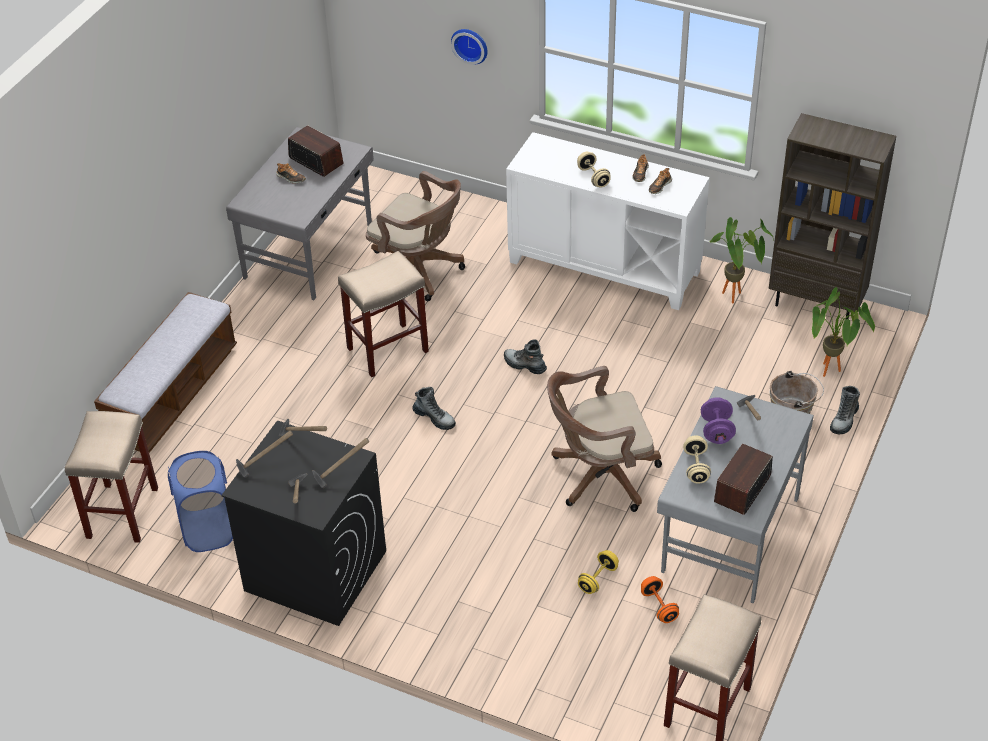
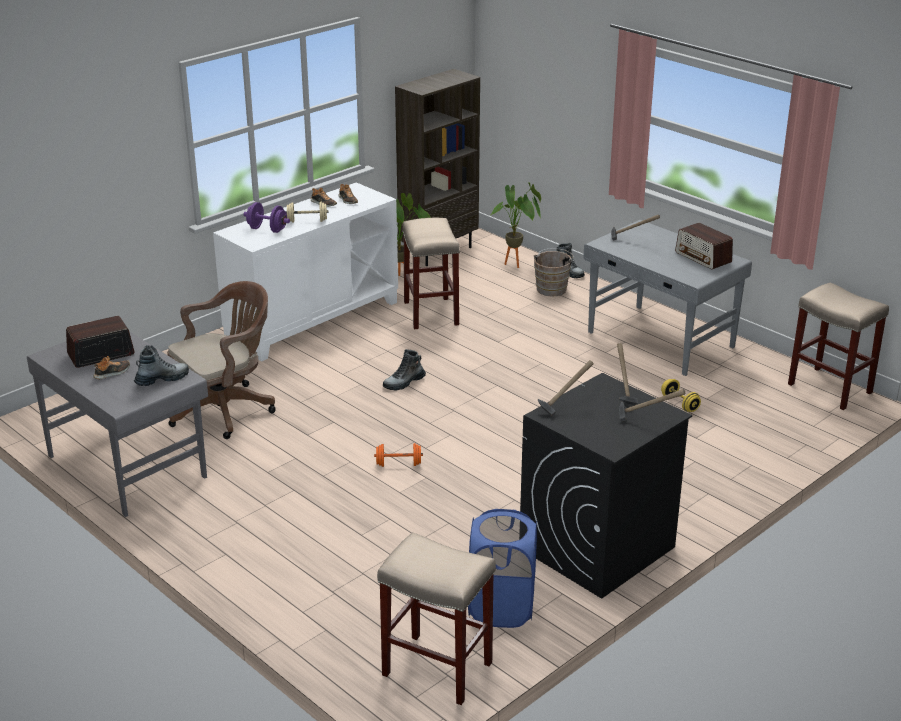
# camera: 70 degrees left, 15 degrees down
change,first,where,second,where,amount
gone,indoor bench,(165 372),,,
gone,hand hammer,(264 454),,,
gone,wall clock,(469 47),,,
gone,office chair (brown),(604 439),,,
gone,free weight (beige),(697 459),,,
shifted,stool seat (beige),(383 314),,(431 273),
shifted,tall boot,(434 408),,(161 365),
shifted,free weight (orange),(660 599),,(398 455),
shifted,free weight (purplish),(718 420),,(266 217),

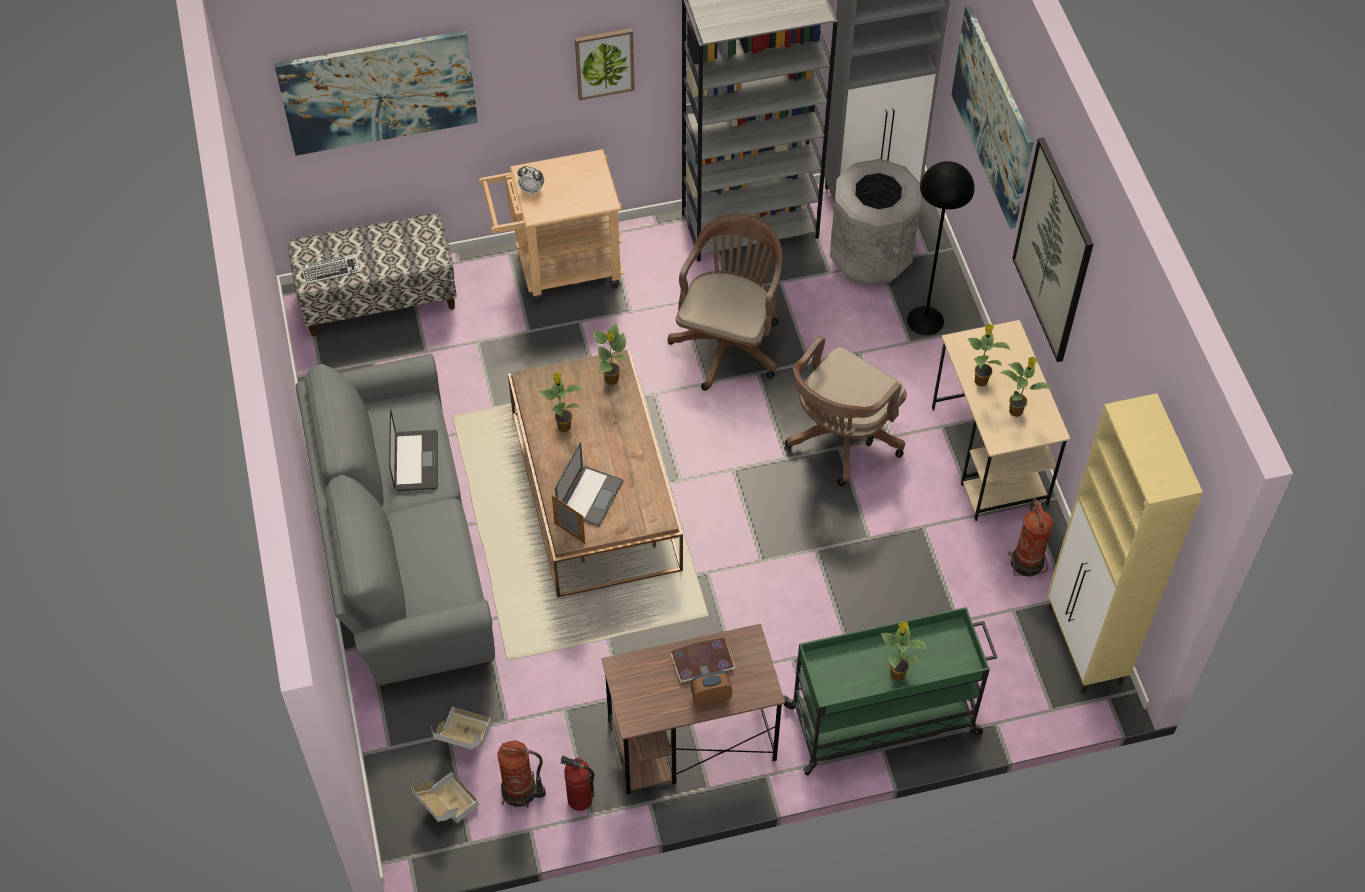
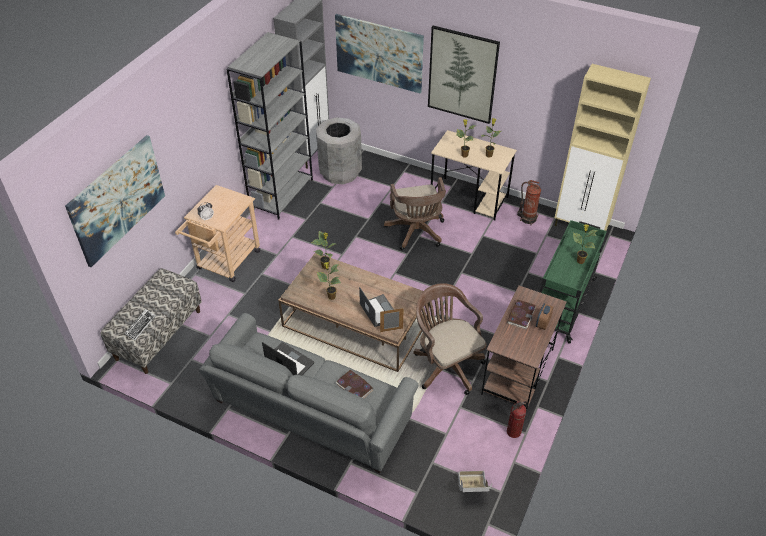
# camera: 50 degrees left, 10 degrees down
change,first,where,second,where,amount
gone,carton,(461 728),,,
gone,extinguisher,(521 774),,,
gone,wall picture,(605 64),,,
gone,floor lamp (blackish),(941 248),,,
new,,,bound book,(354 384),
shifted,office chair (brown),(724 302),,(450 339),

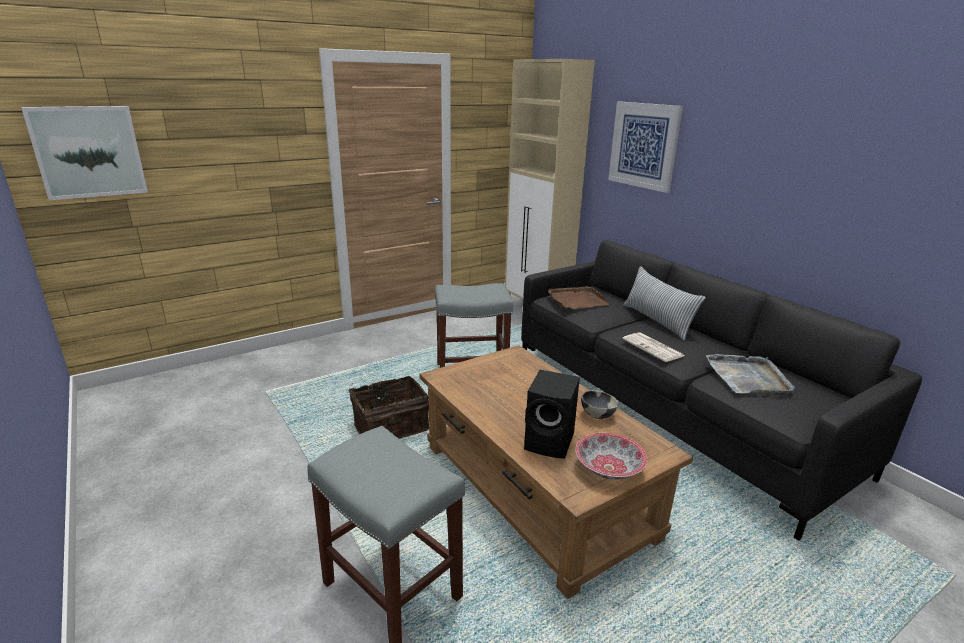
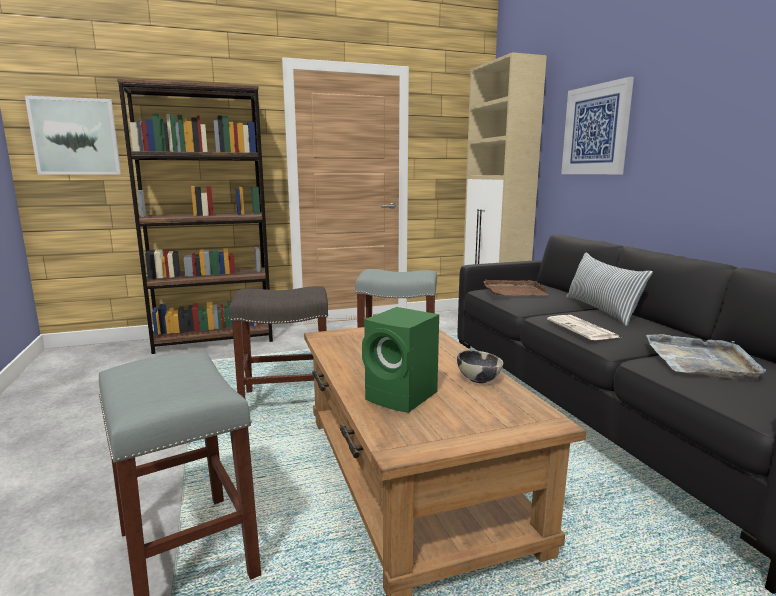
# camera: 15 degrees right, 10 degrees down
change,first,where,second,where,amount
gone,bowl,(611 456),,,
new,,,shelving unit (brown),(195 216),
swapped,storage basket,(389 407),stool seat (grey),(278 342),
repainted,audio speaker (blackish),(552 414),audio speaker (greenish),(400 360),

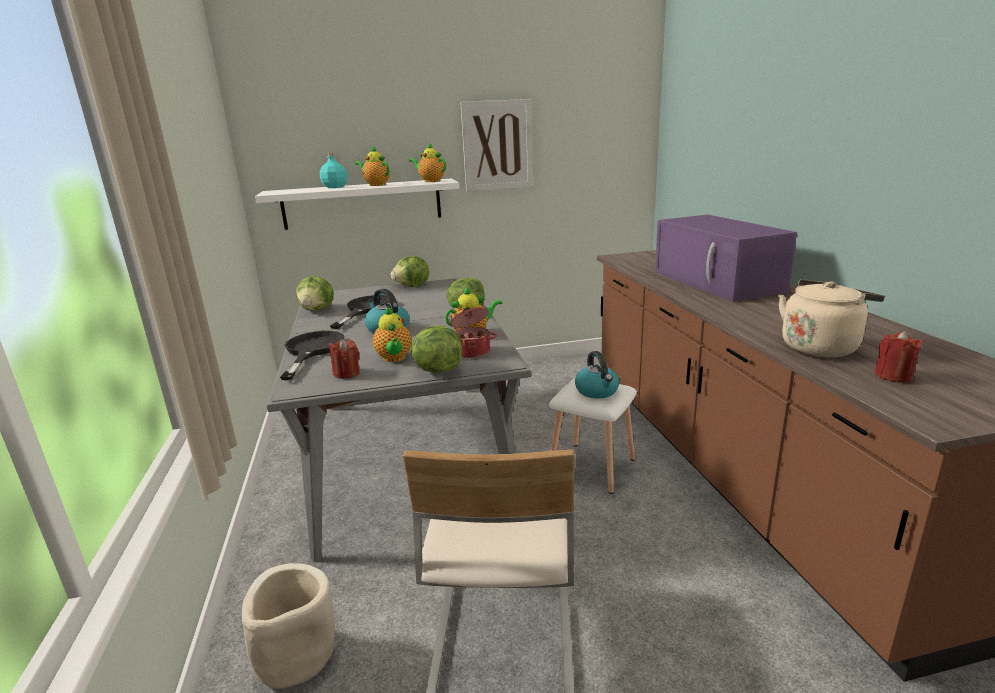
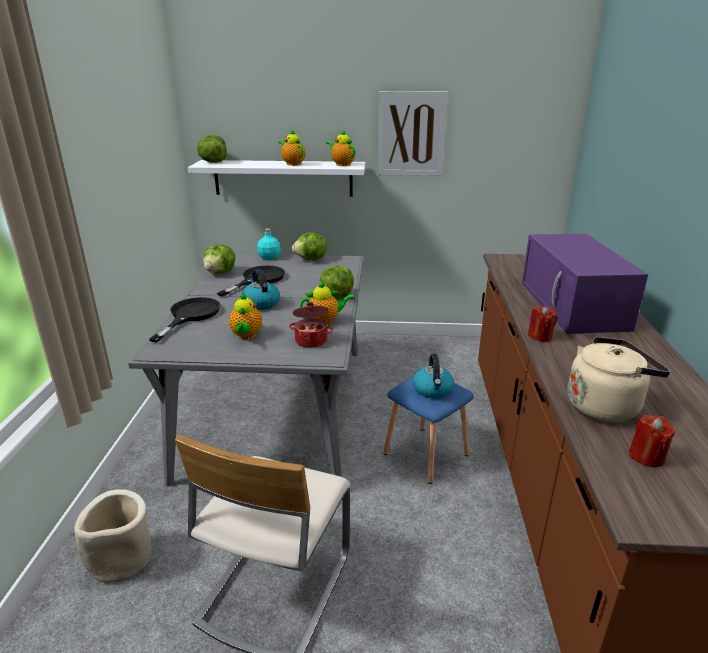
# camera: 15 degrees right, 5 degrees up
change,first,where,second,where,amount
shifted,drink bottle (turquoise),(334 170),,(269 244),
shifted,wax light (red-coloured),(344 359),,(542 323),
shifted,head of lettuce,(436 349),,(212 149),
repainted,stool seat (white-coloured),(593 436),stool seat (blue-coloured),(428 430),

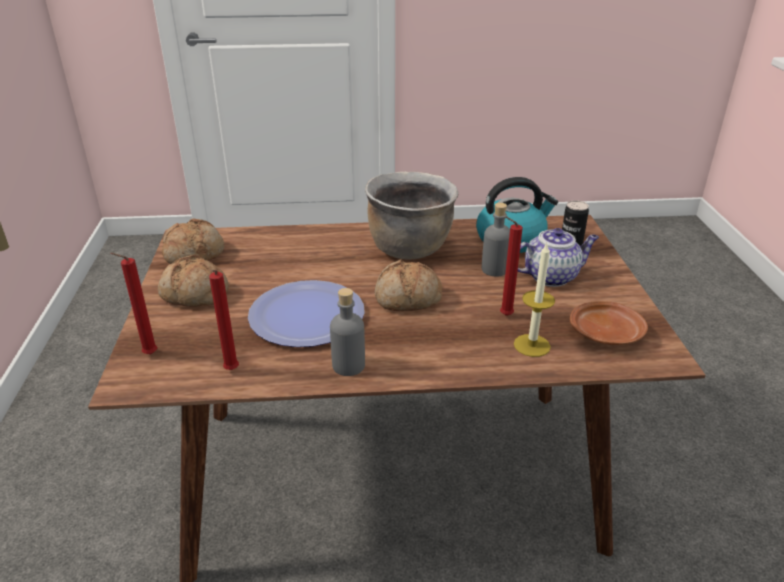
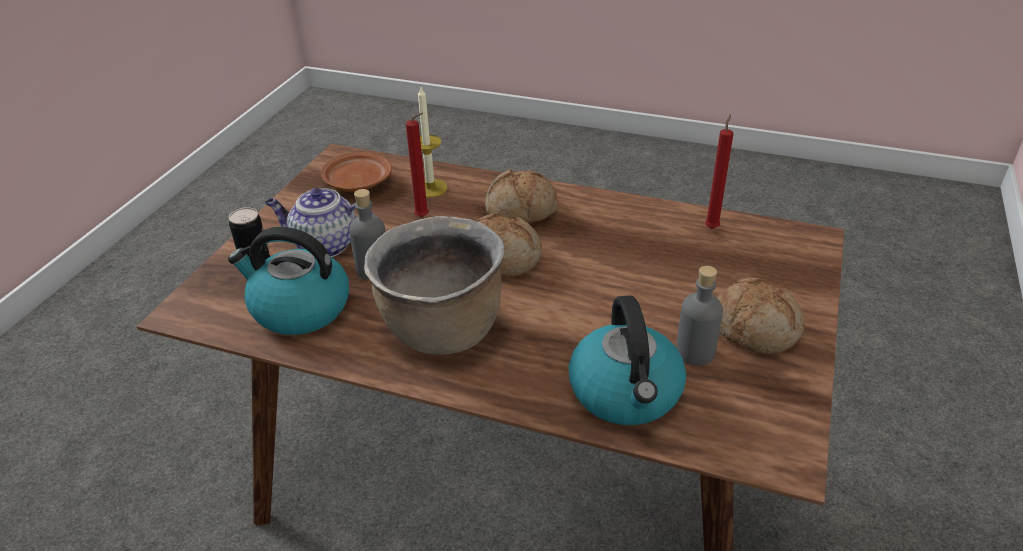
# camera: 155 degrees left, 5 degrees up
change,first,where,second,where,amount
gone,wax light (red-coloured),(133 303),,,
gone,dinner plate,(306 313),,,
new,,,tea kettle,(627 360),
shifted,bread,(193 241),,(521 196),
shifted,drink bottle (grey),(347 332),,(699 316),

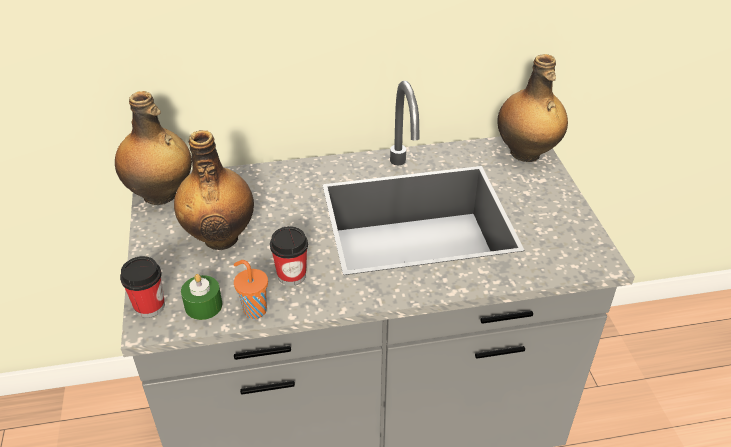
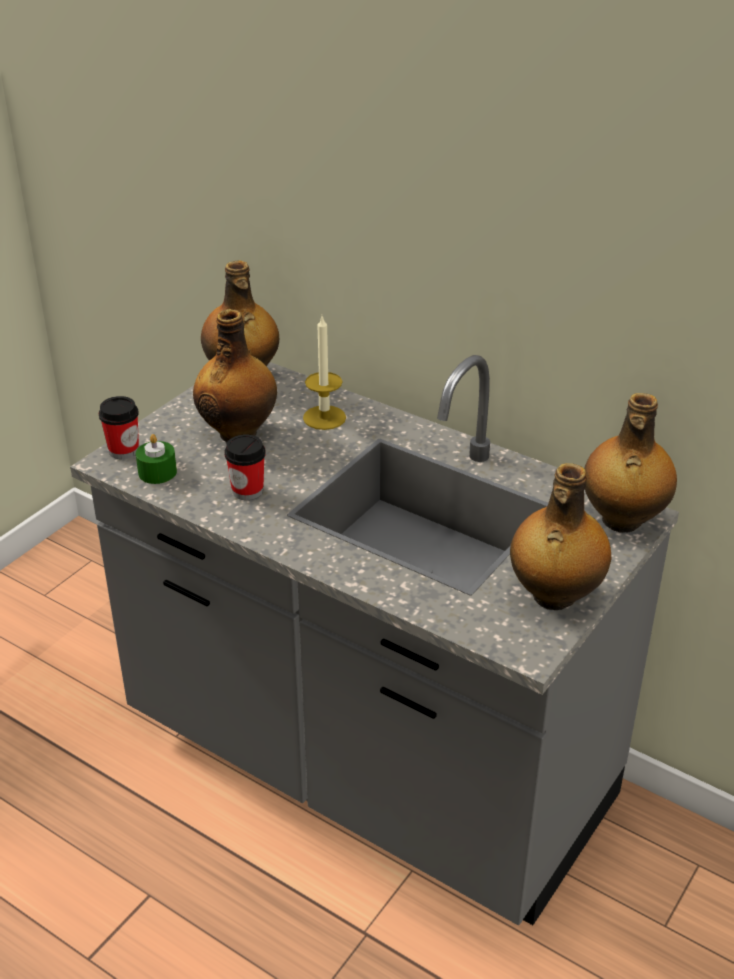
# camera: 45 degrees right, 5 degrees down
change,first,where,second,where,amount
gone,cup (orange),(251 289),,,
new,,,wax light,(324 373),
new,,,drink bottle,(560 536),

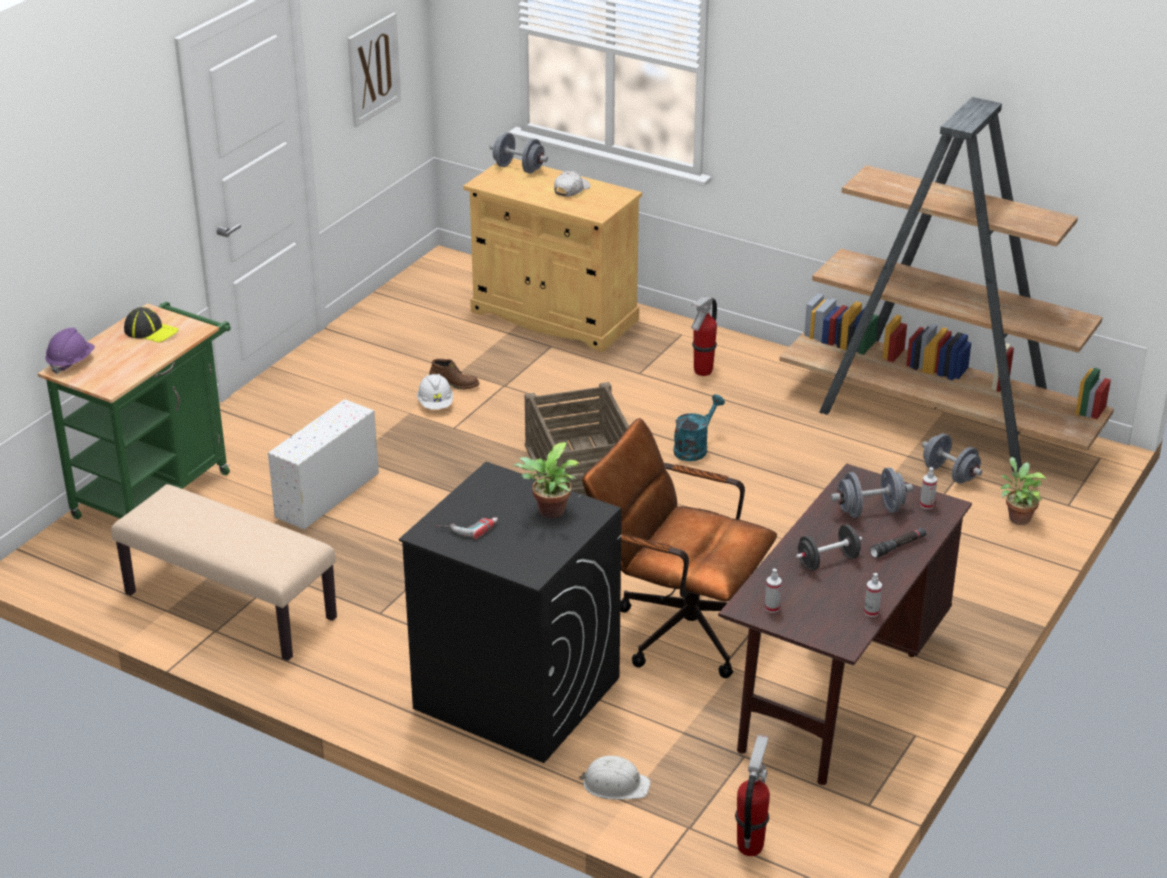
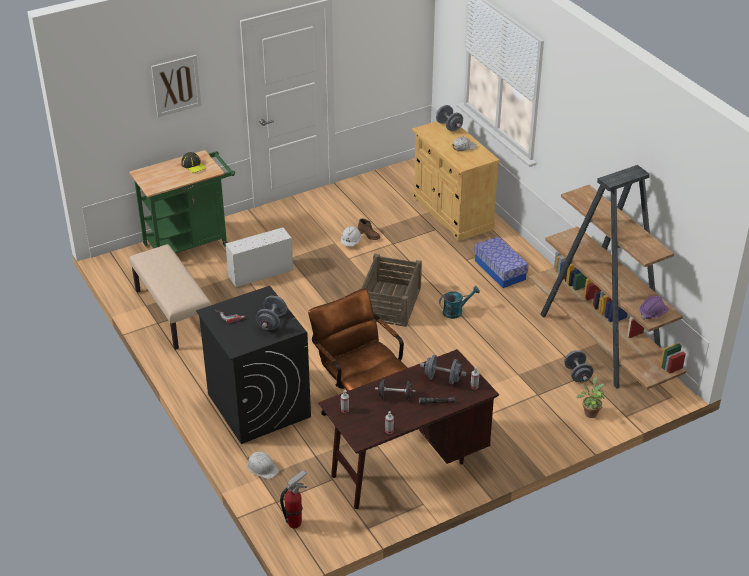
# camera: 30 degrees right, 5 degrees up
change,first,where,second,where,amount
shifted,work helmet (purplish),(70 351),,(654 308),
shifted,wall picture,(374 70),,(176 86),
swapped,potted plant,(546 480),free weight (grey),(271 313),
swapped,extinguisher,(704 336),storage box,(501 262),

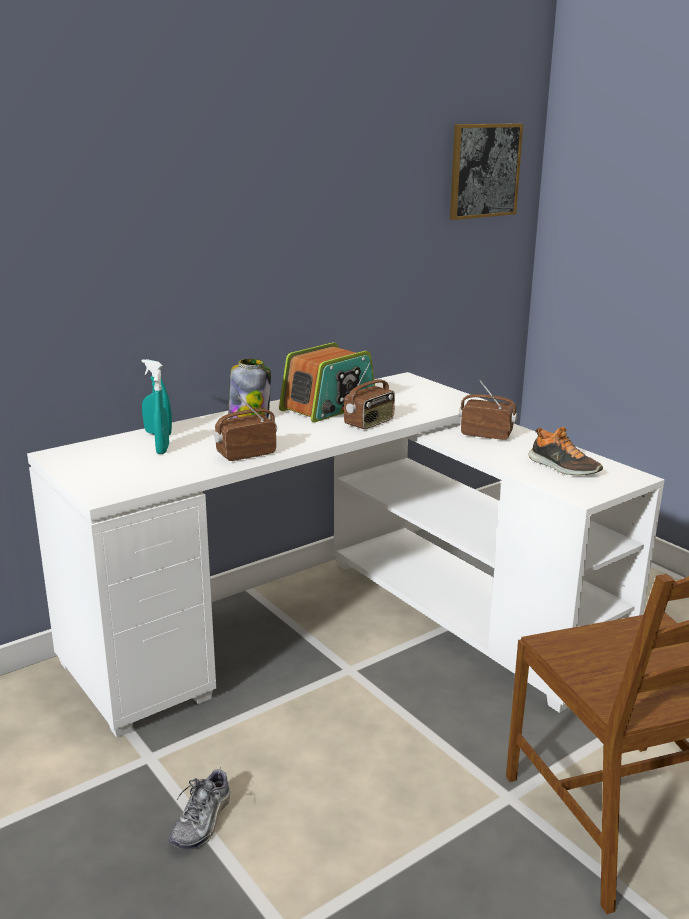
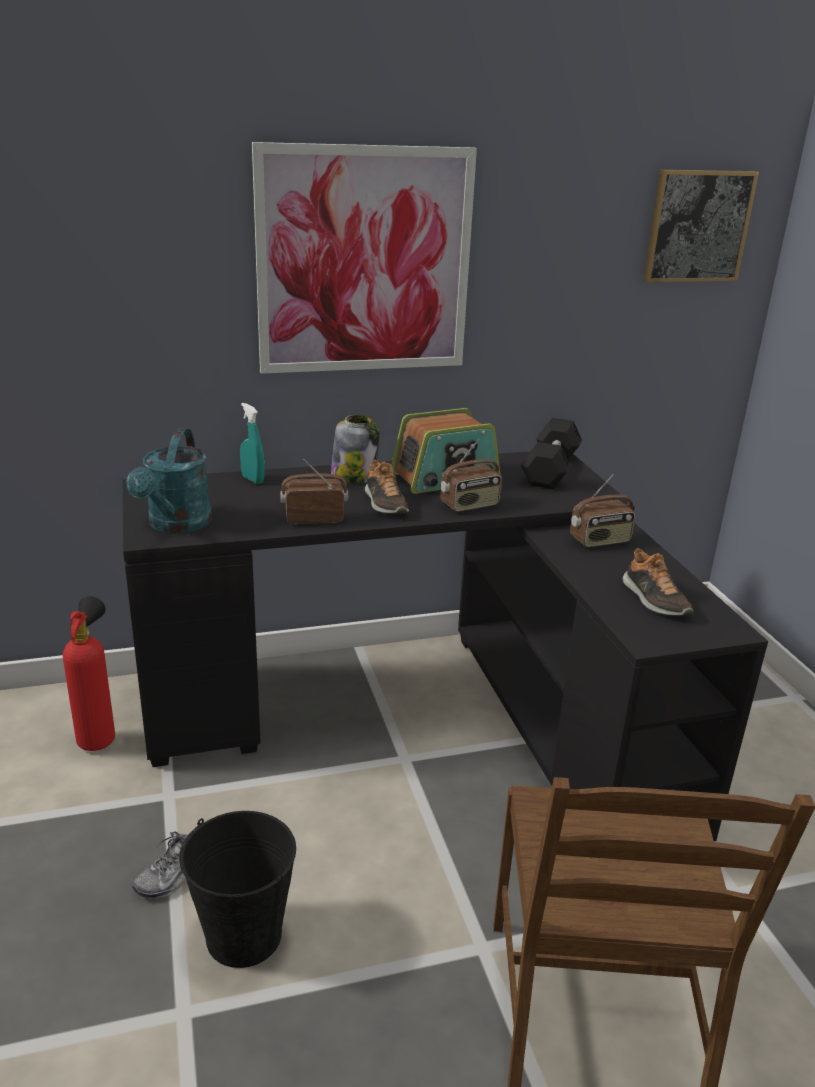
# camera: 20 degrees right, 5 degrees up
change,first,where,second,where,amount
gone,hand sprayer (turquoise),(161 412),,,
new,,,extinguisher,(89 673),
new,,,watering pot (turquoise),(169 481),
new,,,bucket (blackish),(237 889),
new,,,wall picture,(364 258),
new,,,shoe,(387 486),
new,,,free weight (blackish),(551 453),
repainted,desk table (white-coloured),(346 555),desk table (blackish),(445 646),
rotated,radio,(488 410),,(603 511),120 degrees clockwise

